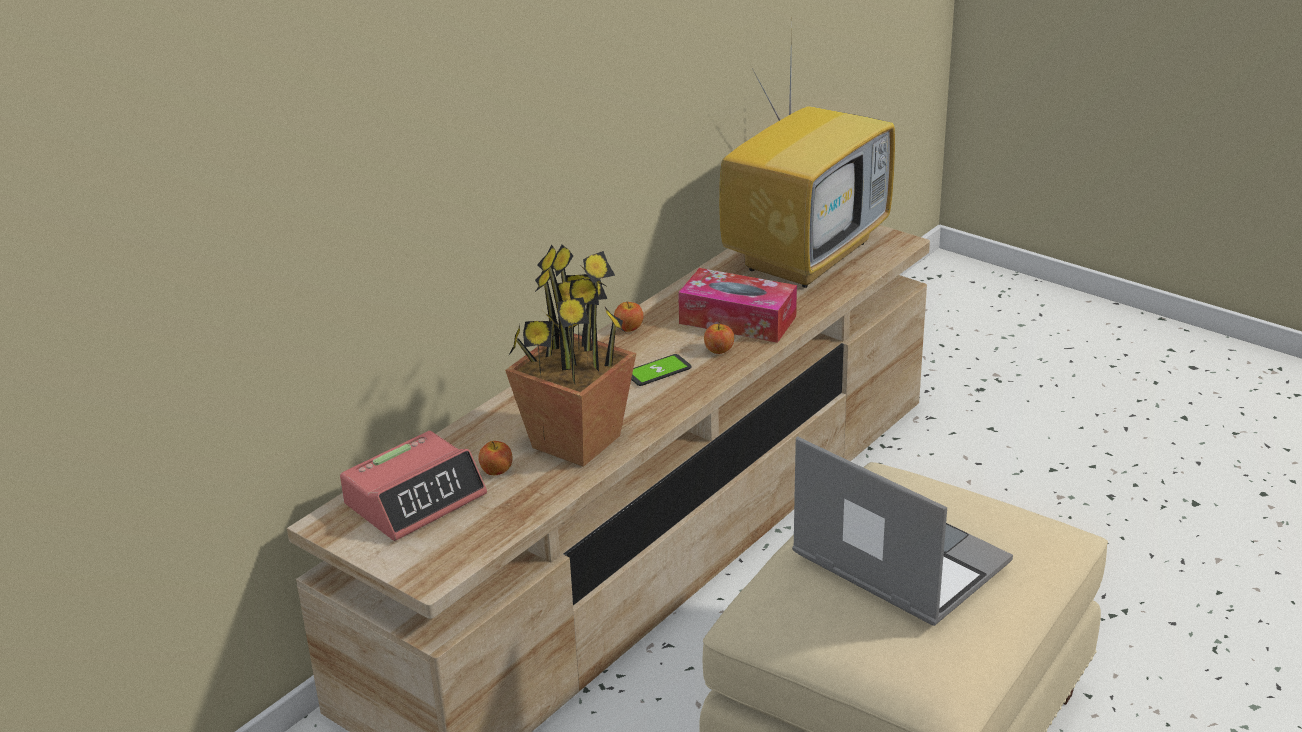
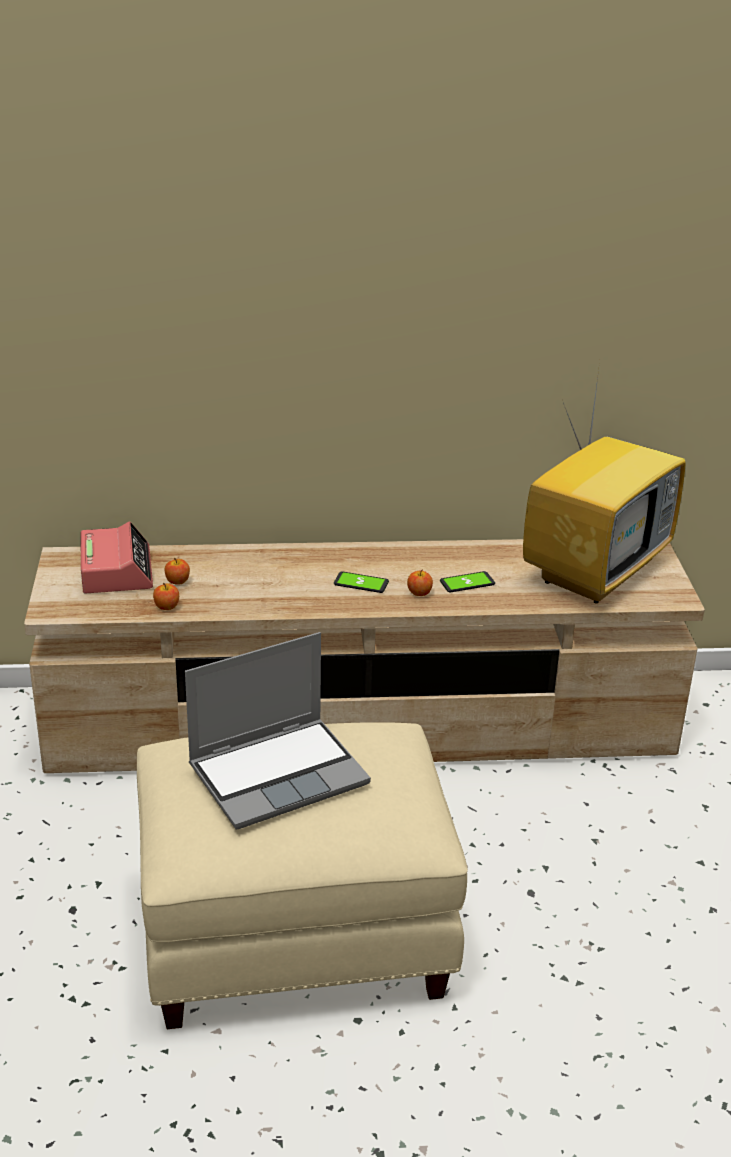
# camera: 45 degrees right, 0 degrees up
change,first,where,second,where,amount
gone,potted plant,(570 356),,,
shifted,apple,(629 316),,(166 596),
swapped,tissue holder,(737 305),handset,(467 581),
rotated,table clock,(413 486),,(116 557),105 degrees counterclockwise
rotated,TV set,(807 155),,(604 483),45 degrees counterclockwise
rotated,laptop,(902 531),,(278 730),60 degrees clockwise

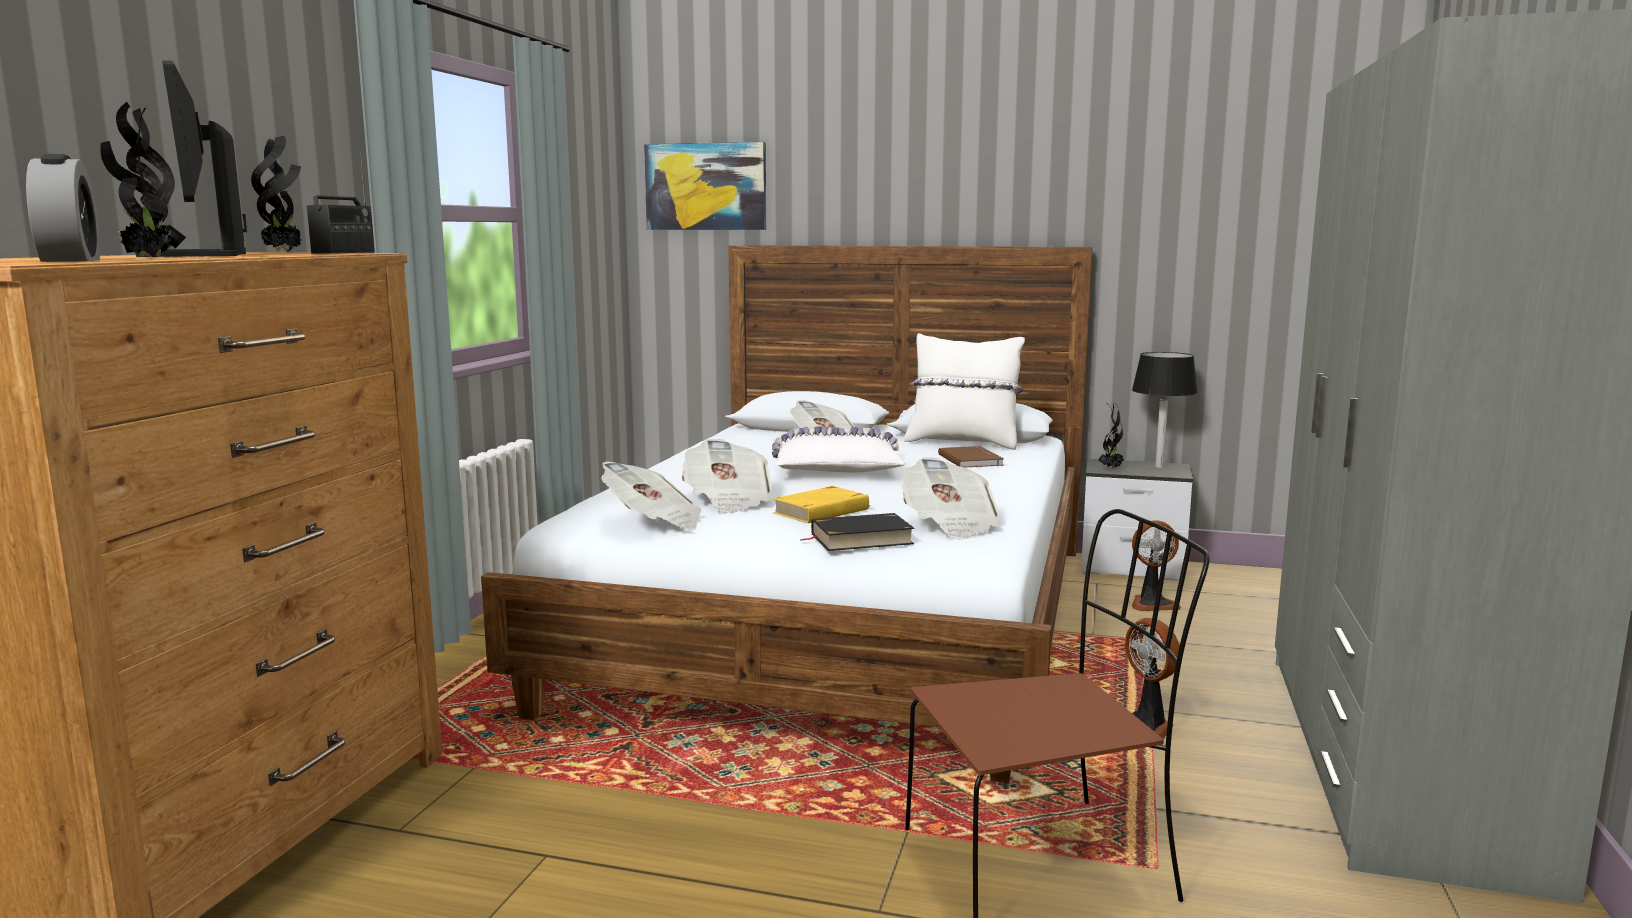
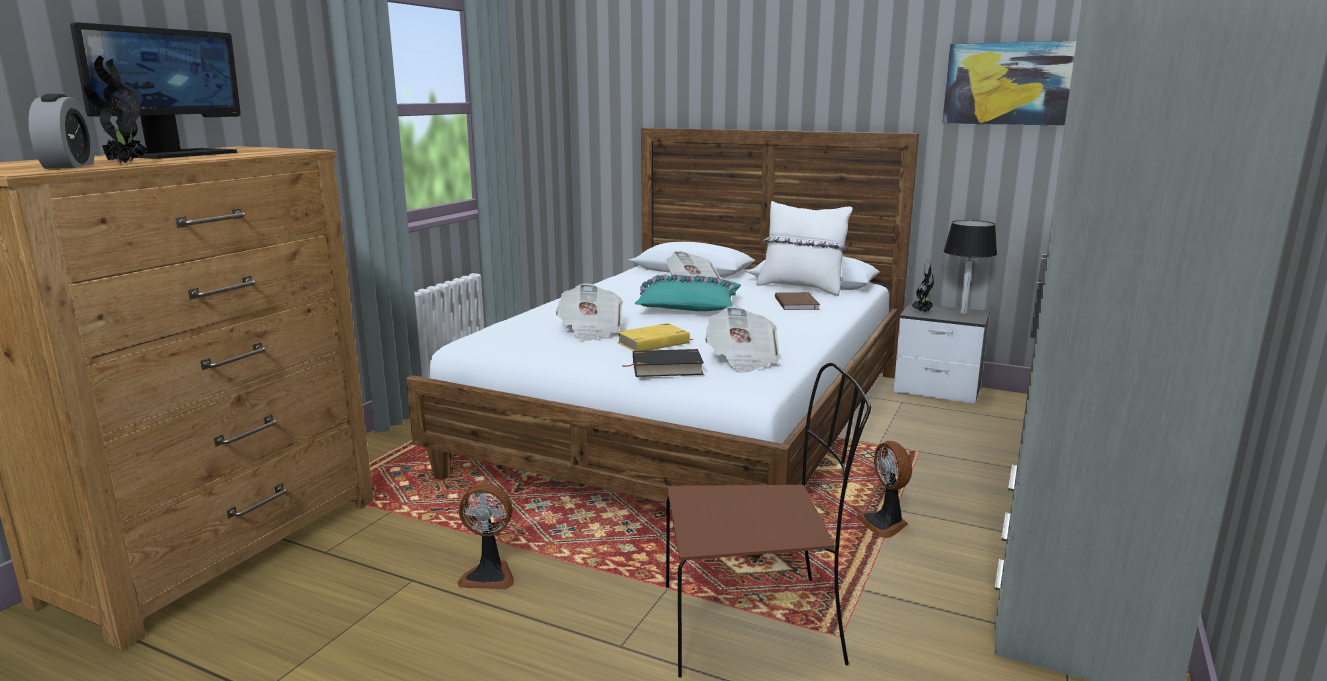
# camera: 10 degrees right, 5 degrees up
change,first,where,second,where,amount
gone,potted plant,(276 194),,,
gone,radio,(341 204),,,
gone,newspaper,(651 495),,,
shifted,wall picture,(705 186),,(1009 83),
shifted,fan,(1156 565),,(485 536),
repainted,cushion (white-coloured),(838 449),cushion (turquoise),(688 292),
rotated,computer display,(191 158),,(155 90),135 degrees counterclockwise

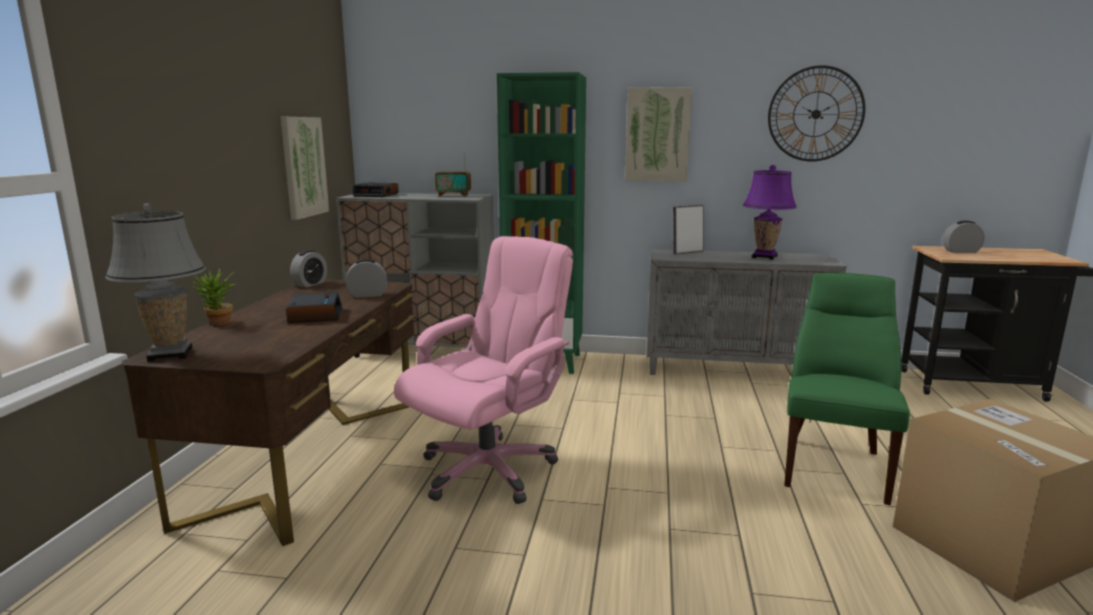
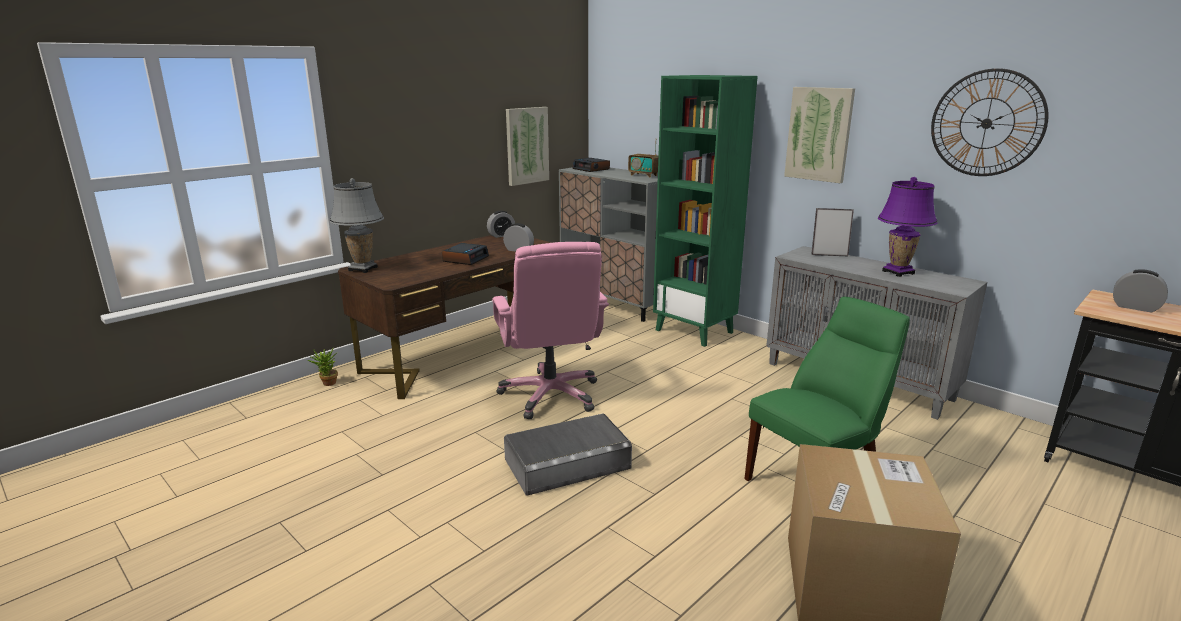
# camera: 35 degrees right, 5 degrees up
change,first,where,second,where,amount
new,,,storage box (grey),(568 454),
shifted,potted plant,(213 297),,(323 367),
rotated,office chair (pinkish),(483 370),,(550 330),90 degrees clockwise

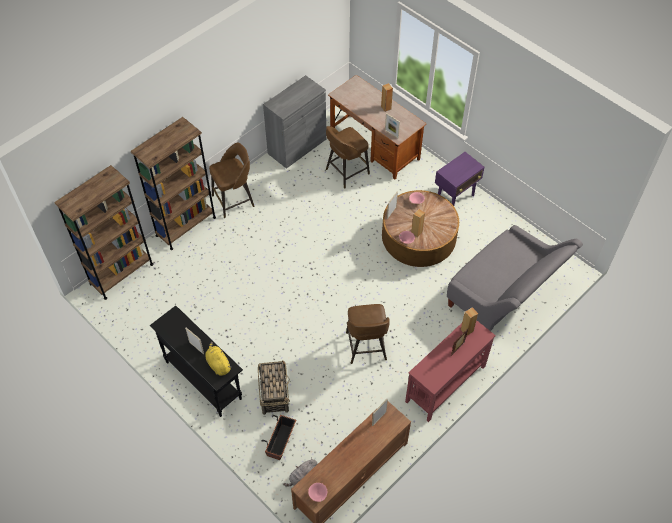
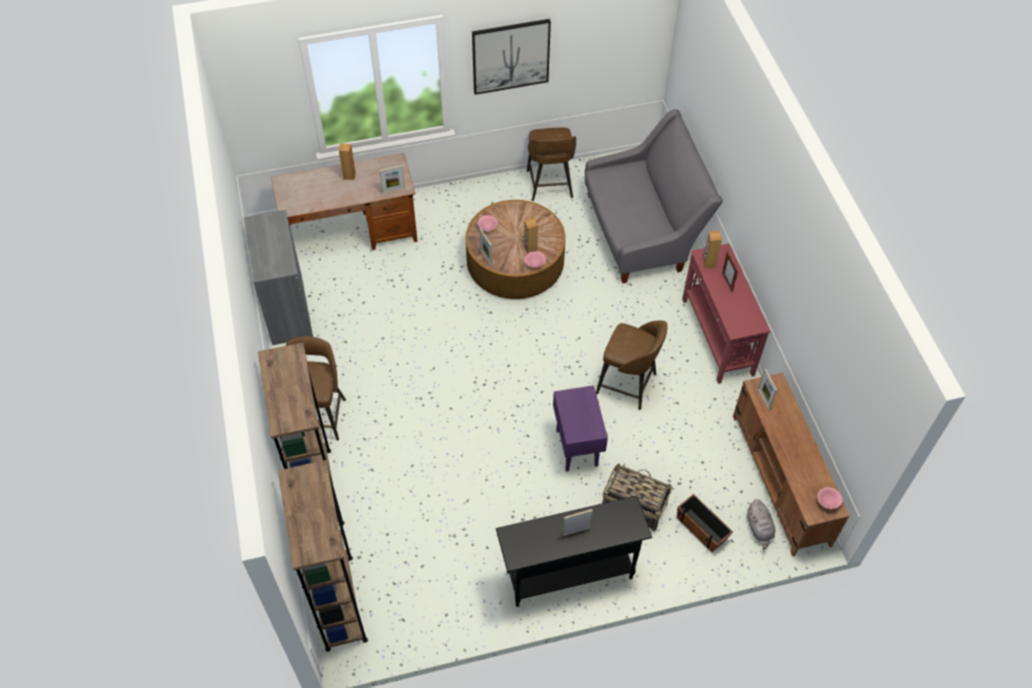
# camera: 60 degrees left, 0 degrees up
change,first,where,second,where,amount
gone,soft toy (yellowish),(218 359),,,
new,,,wall picture,(511 57),
shifted,stool seat (brown),(348 157),,(551 164),
shifted,accent table (purplish),(459 179),,(580 428),

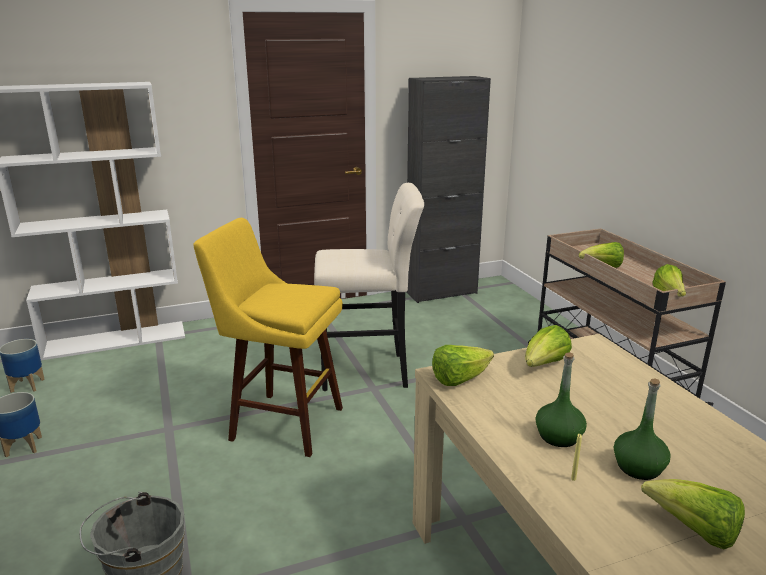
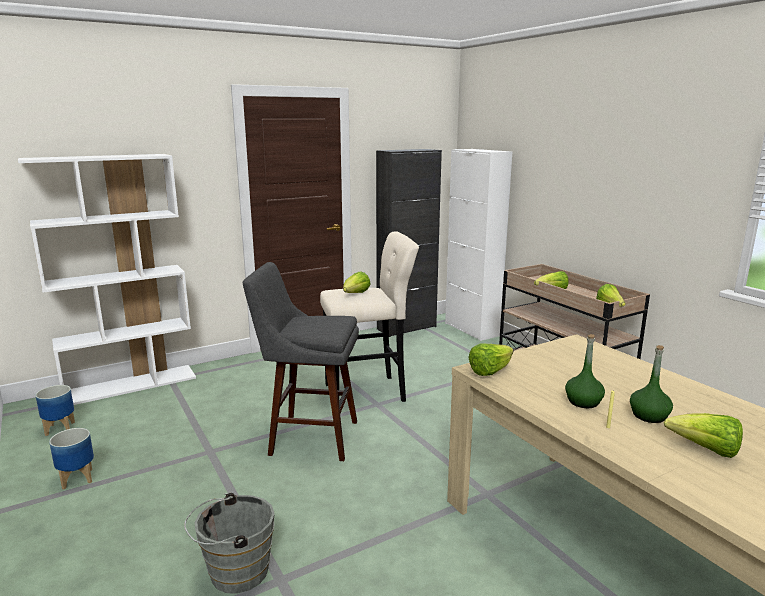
# camera: 10 degrees left, 5 degrees down
change,first,where,second,where,amount
new,,,cupboard (white-coloured),(478 245),
shifted,head of lettuce,(548 346),,(357 282),
repainted,stool seat (yellowish),(268 337),stool seat (grey),(301 361),

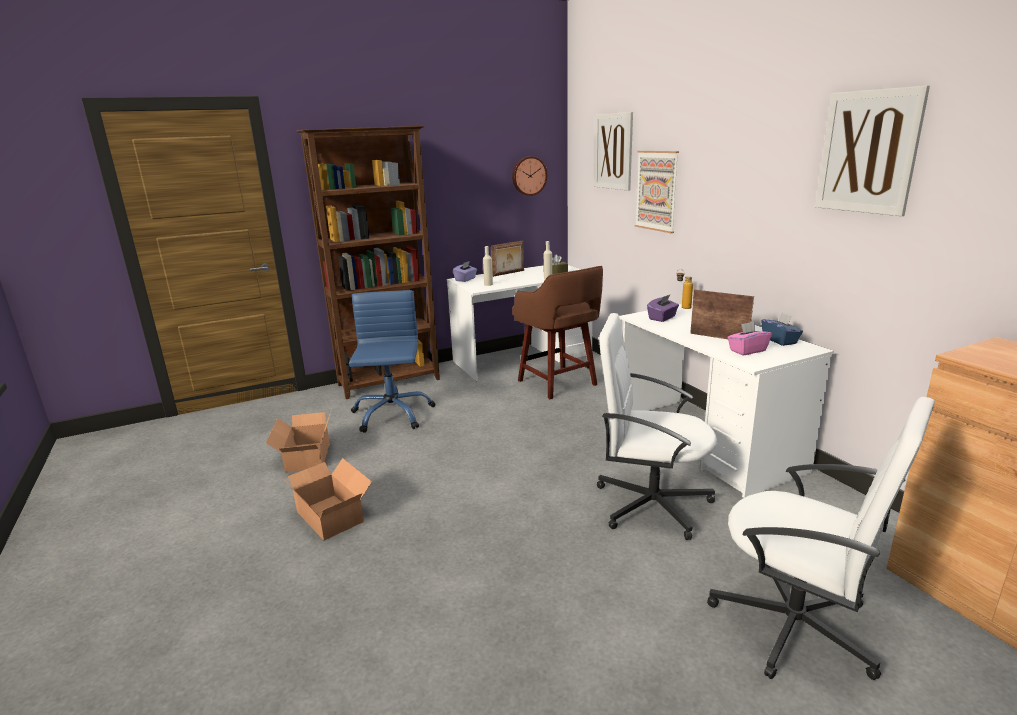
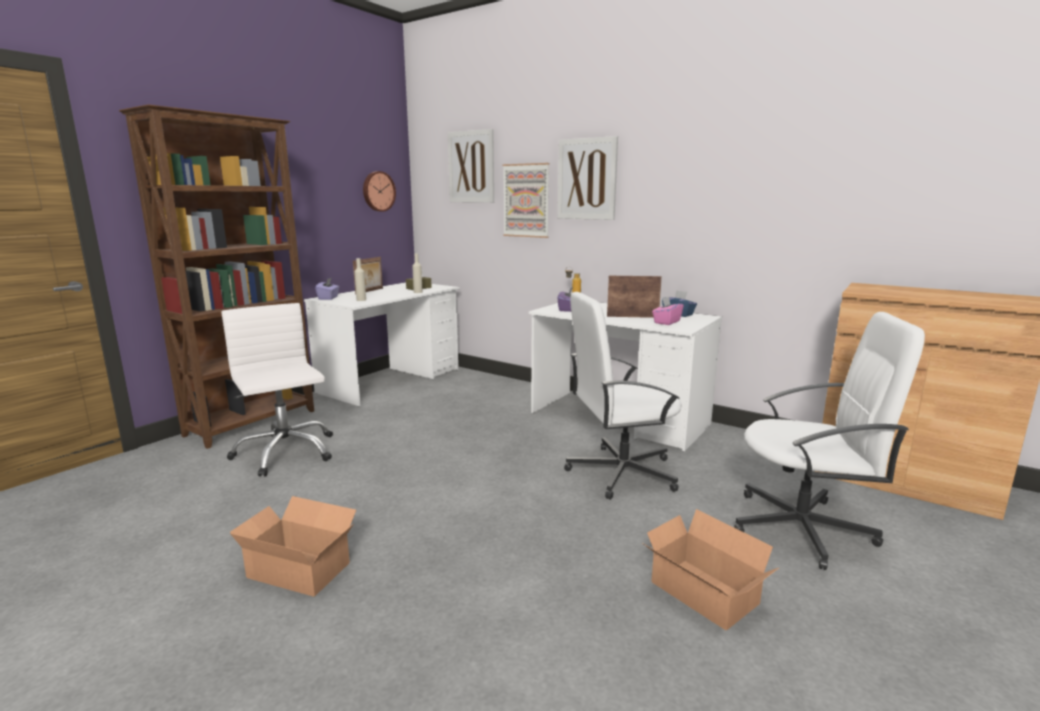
# camera: 30 degrees left, 5 degrees down
change,first,where,second,where,amount
gone,stool seat (brown),(557 332),,,
shifted,carton,(298 442),,(711 569),
shifted,wall picture,(873 150),,(588 178),
repainted,office chair (blue-coloured),(392 361),office chair (white-coloured),(277 390),

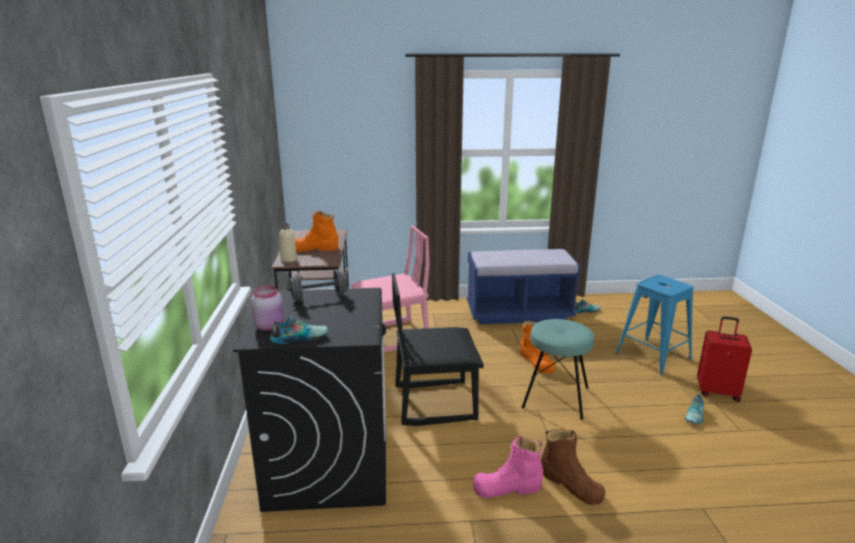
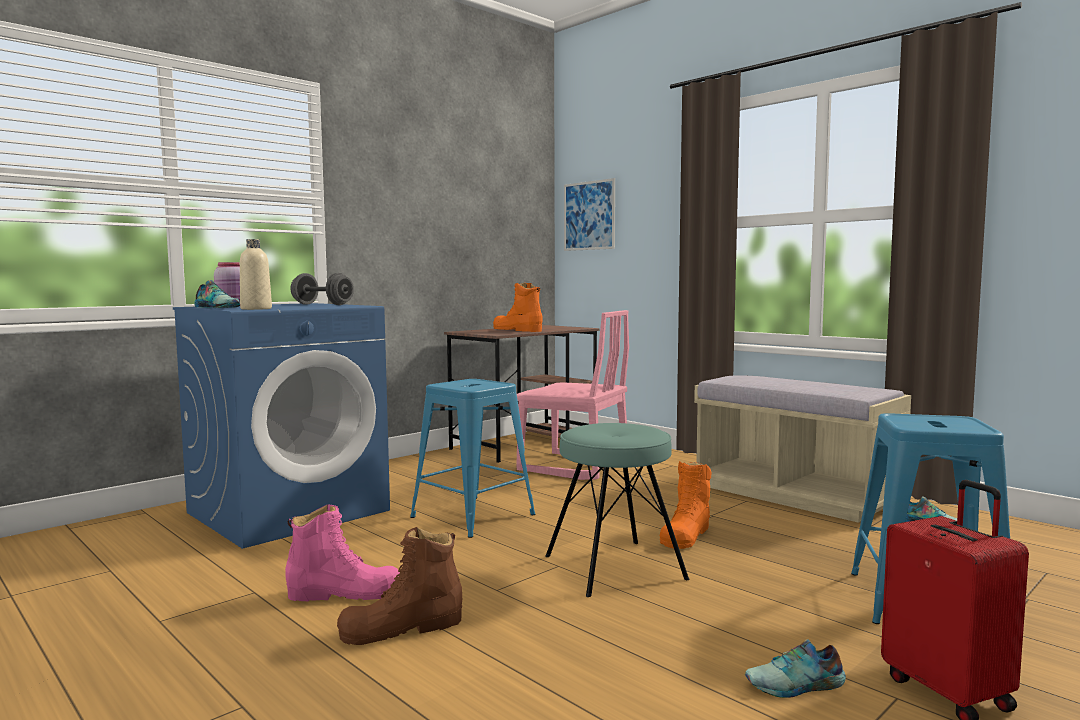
# camera: 50 degrees right, 15 degrees down
change,first,where,second,where,amount
new,,,wall picture,(589 214),
shifted,drink bottle (beige),(288 242),,(256 274),
swapped,chair (blackish),(438 349),stool seat (blue-coloured),(472 458),
repainted,laundry machine (blackish),(309 400),laundry machine (blue-coloured),(281 426),
repainted,indoor bench (blue-coloured),(524 286),indoor bench (beige),(802 449),
rotated,tall boot (pinkish),(508 467),,(342 552),135 degrees clockwise
rotated,tall boot (brown),(573 467),,(399 586),60 degrees clockwise

